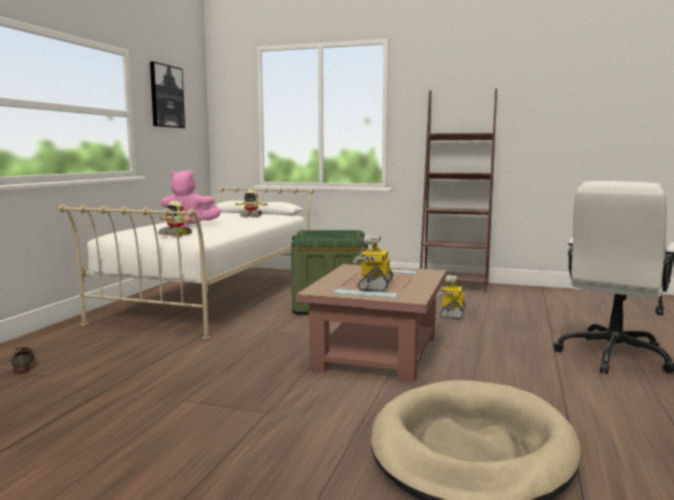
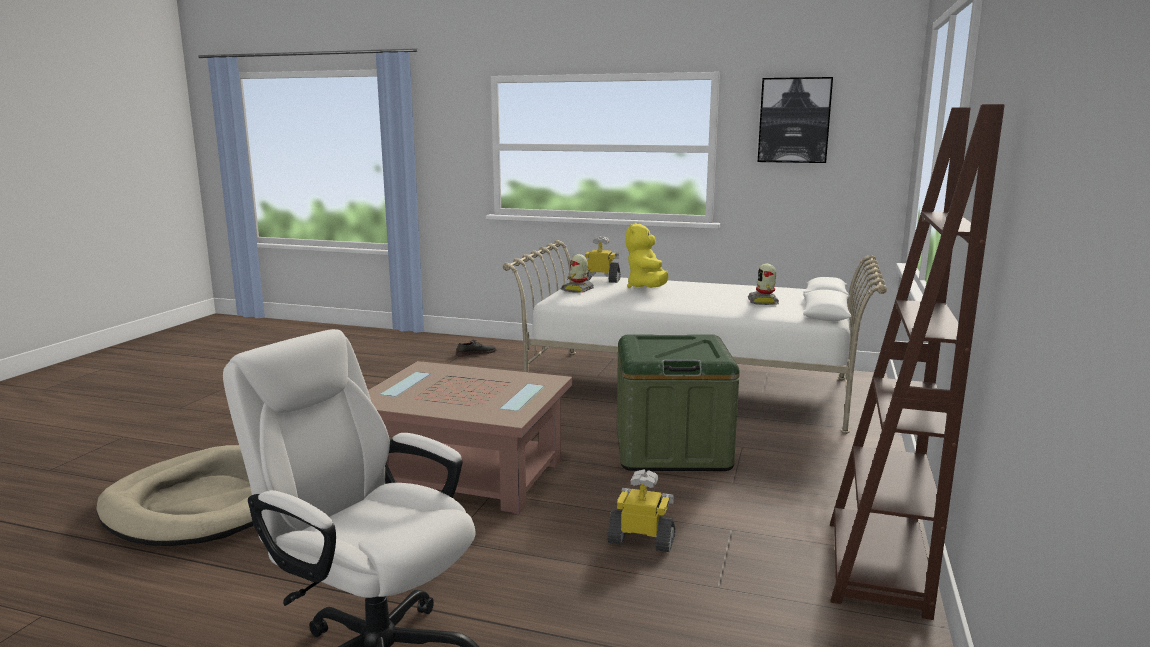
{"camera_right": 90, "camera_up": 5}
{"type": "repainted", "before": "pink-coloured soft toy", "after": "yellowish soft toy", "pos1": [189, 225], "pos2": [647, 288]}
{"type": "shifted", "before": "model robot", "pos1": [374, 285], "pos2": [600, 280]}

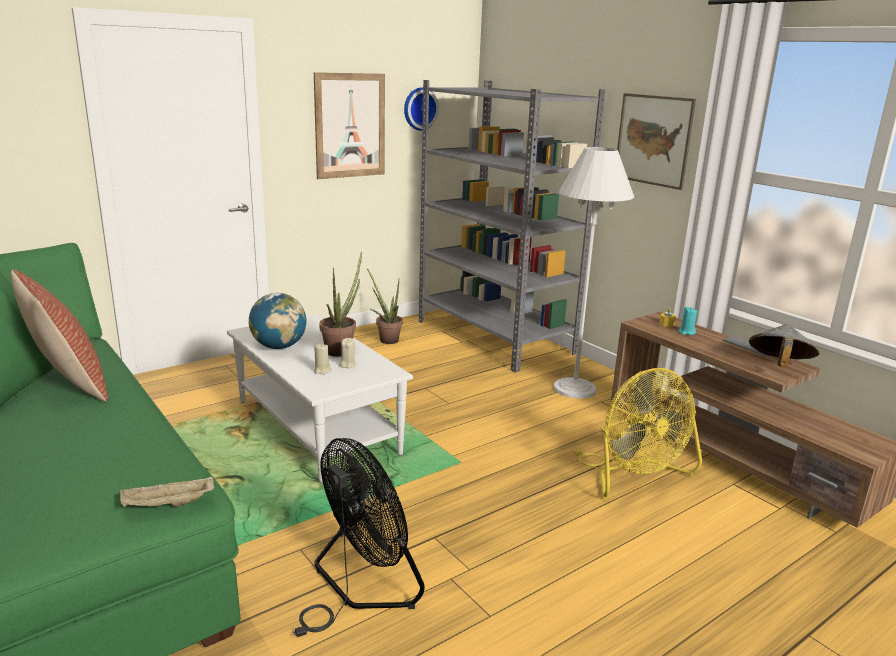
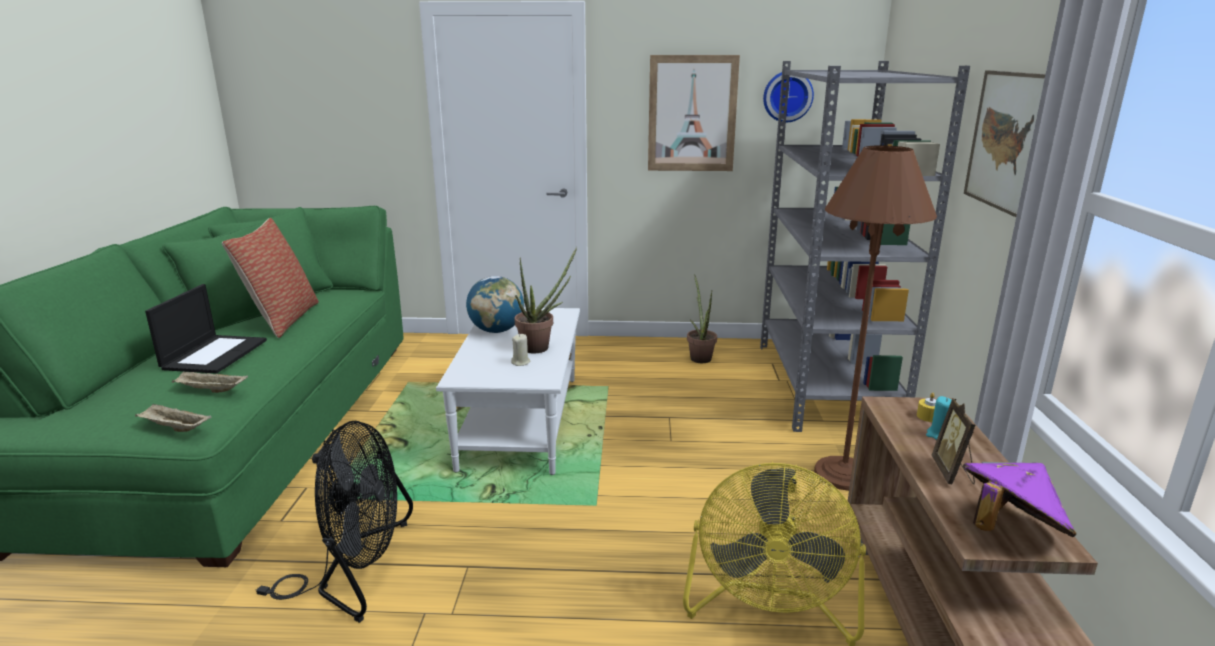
{"camera_right": 40, "camera_up": 0}
{"type": "repainted", "before": "white standard lamp", "after": "brown standard lamp", "pos1": [574, 388], "pos2": [844, 474]}
{"type": "repainted", "before": "grey hat", "after": "purple hat", "pos1": [778, 365], "pos2": [1008, 529]}
{"type": "gone", "before": "sand-coloured wax candle", "pos1": [322, 370]}
{"type": "new", "after": "notebook computer", "pos2": [215, 354]}
{"type": "new", "after": "sand-coloured carrying tray", "pos2": [210, 390]}
{"type": "new", "after": "photo frame", "pos2": [952, 473]}

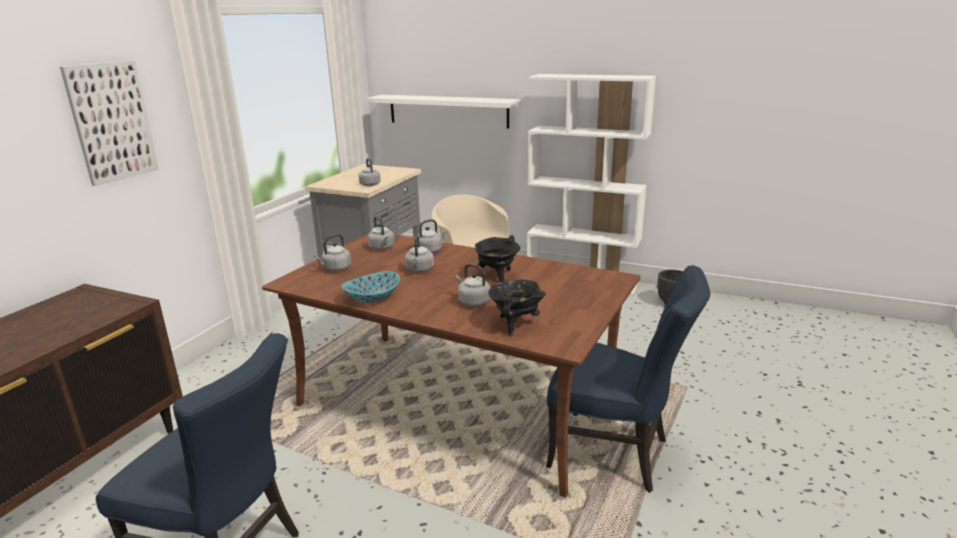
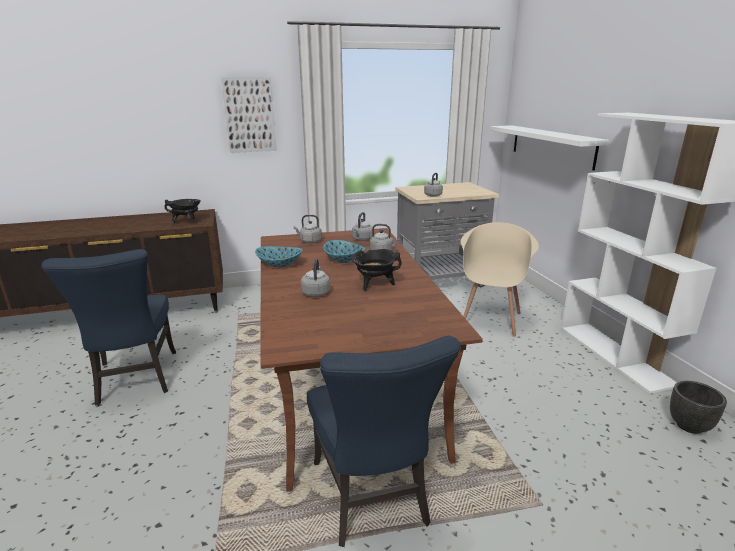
{"camera_right": 50, "camera_up": 0}
{"type": "swapped", "before": "grey water kettle", "after": "deep dish", "pos1": [419, 270], "pos2": [344, 260]}
{"type": "shifted", "before": "blackish stockpot", "pos1": [515, 325], "pos2": [186, 222]}

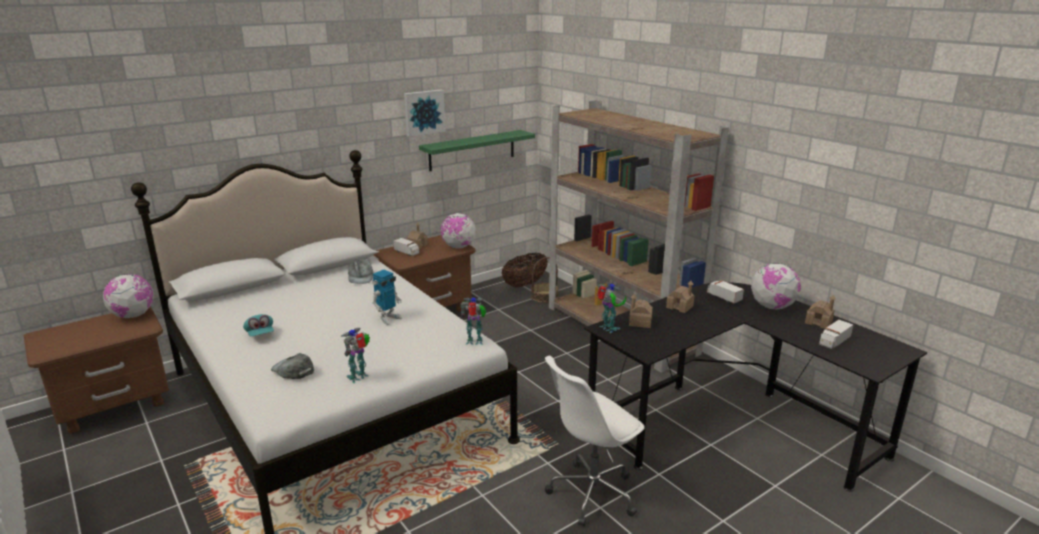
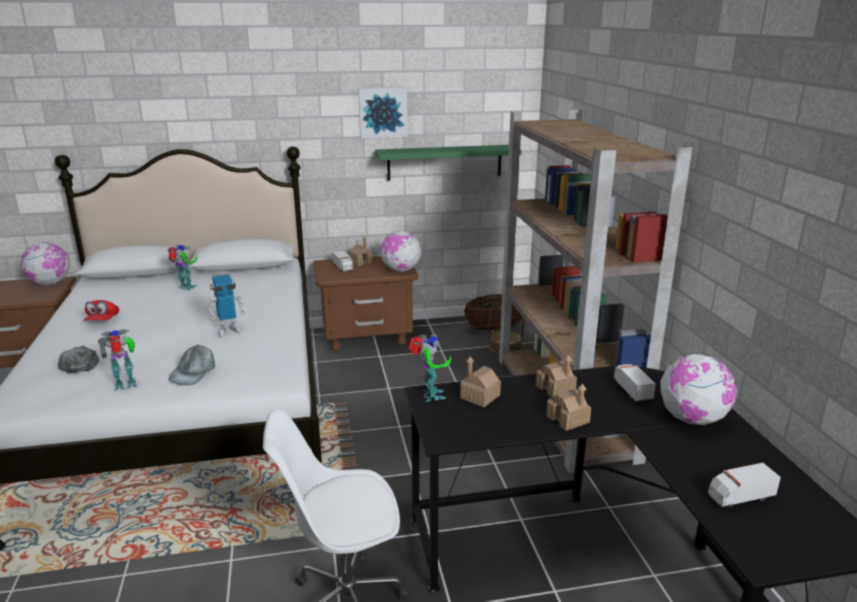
{"camera_right": 25, "camera_up": 0}
{"type": "shifted", "before": "grey cap", "pos1": [360, 276], "pos2": [194, 372]}
{"type": "shifted", "before": "toy house", "pos1": [818, 322], "pos2": [568, 419]}
{"type": "shifted", "before": "model robot", "pos1": [475, 342], "pos2": [186, 288]}
{"type": "repainted", "before": "turquoise-coloured cap", "after": "red cap", "pos1": [260, 334], "pos2": [103, 321]}

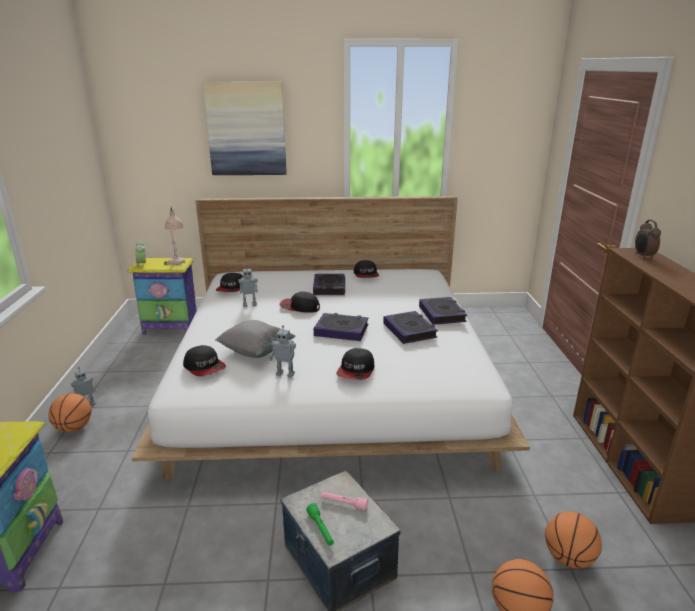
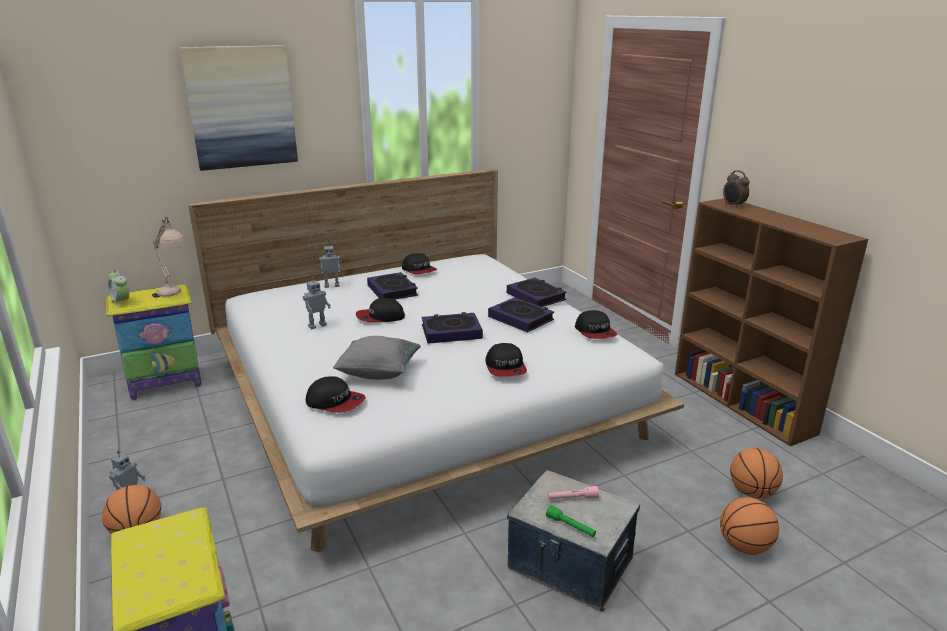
{"camera_right": -25, "camera_up": 0}
{"type": "shifted", "before": "cap", "pos1": [231, 288], "pos2": [595, 332]}
{"type": "shifted", "before": "model robot", "pos1": [285, 374], "pos2": [332, 285]}

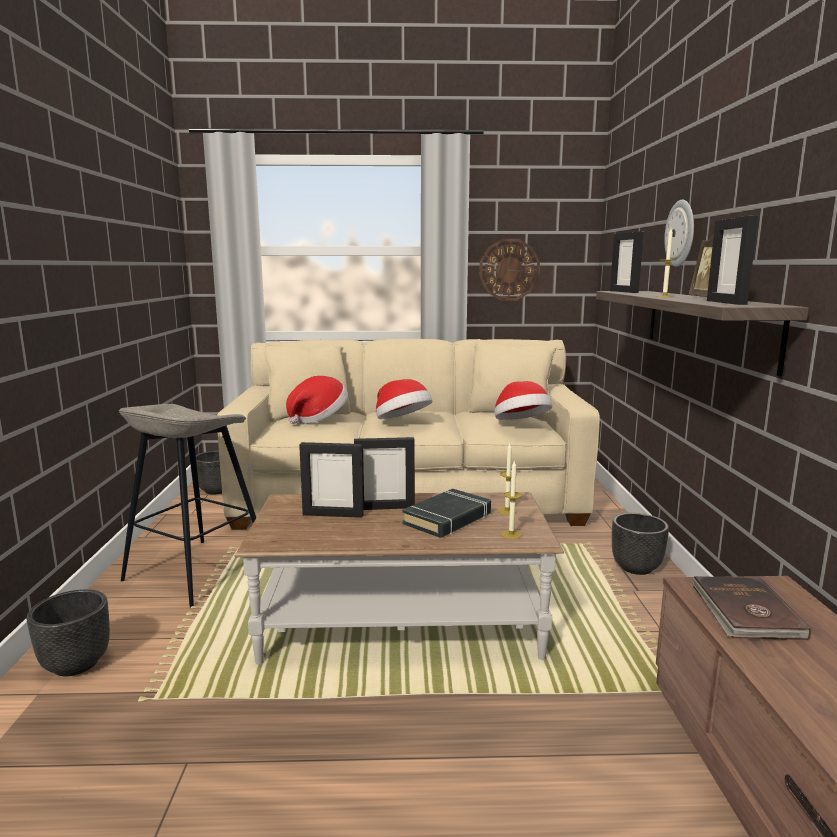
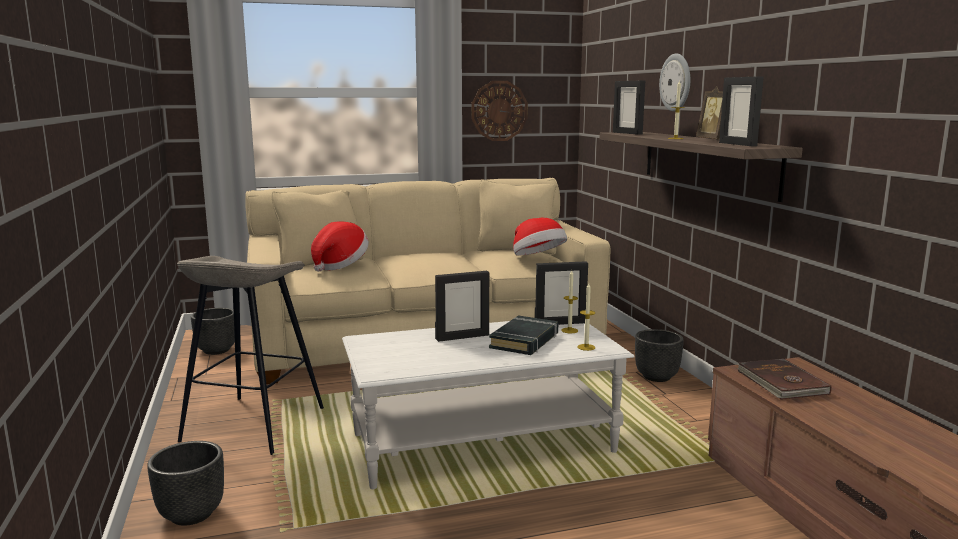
{"camera_right": -15, "camera_up": 0}
{"type": "gone", "before": "hat", "pos1": [402, 422]}
{"type": "shifted", "before": "photo frame", "pos1": [333, 514], "pos2": [560, 323]}
{"type": "repainted", "before": "brown coffee table", "after": "white coffee table", "pos1": [401, 625], "pos2": [483, 443]}

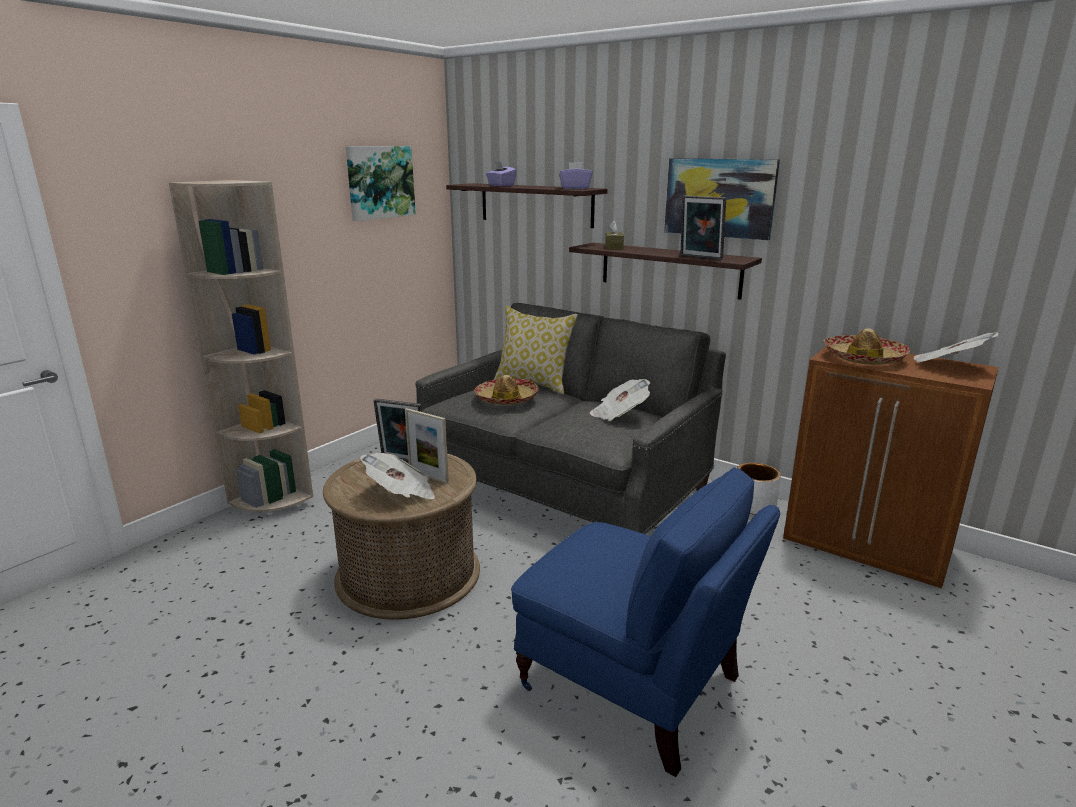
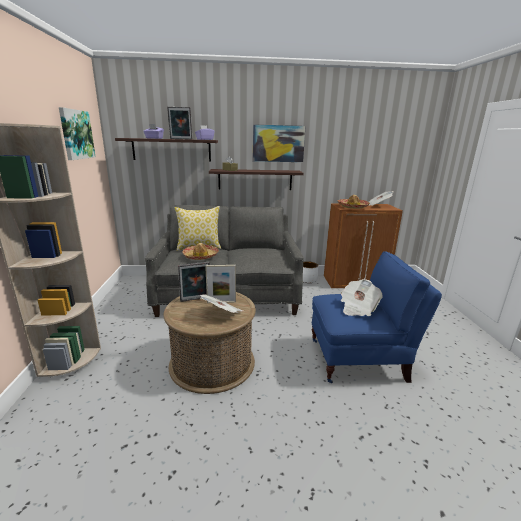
{"camera_right": -40, "camera_up": 0}
{"type": "shifted", "before": "photo frame", "pos1": [700, 257], "pos2": [181, 139]}
{"type": "shifted", "before": "printed paper", "pos1": [619, 414], "pos2": [358, 308]}

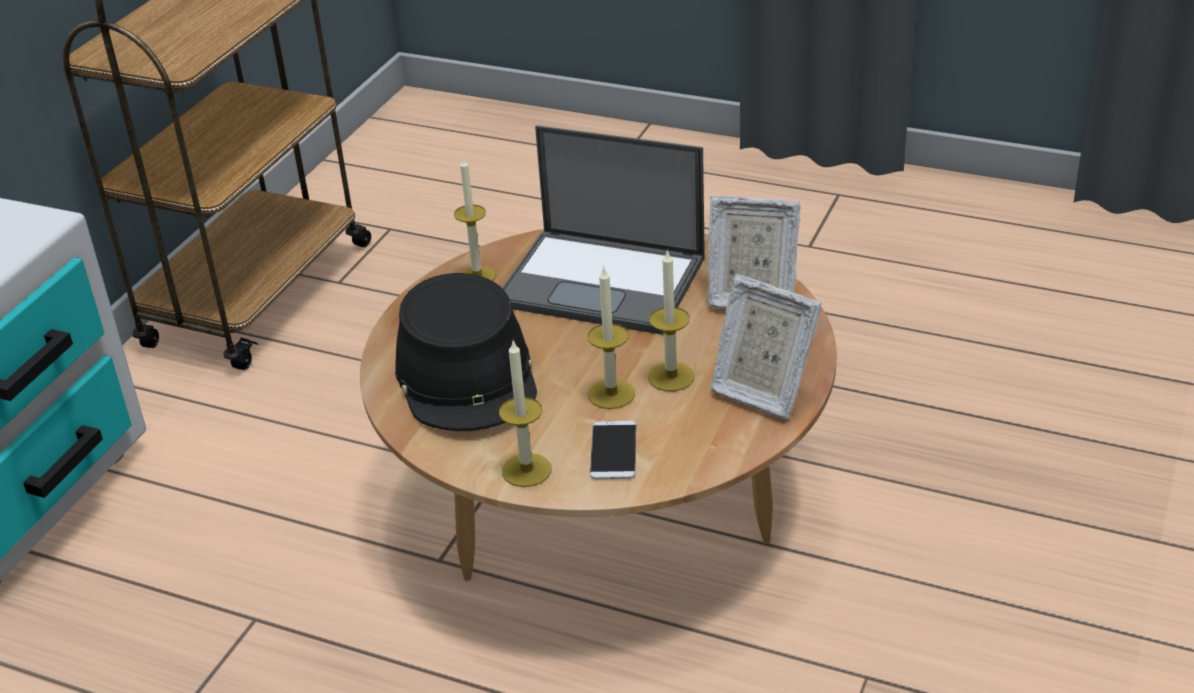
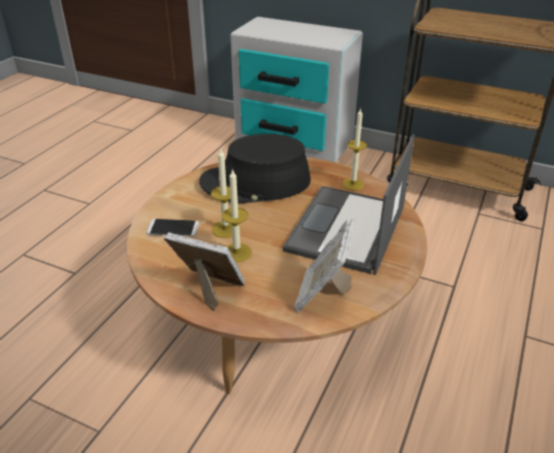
{"camera_right": 90, "camera_up": 0}
{"type": "rotated", "before": "photo frame", "pos1": [761, 391], "pos2": [211, 290], "turn": 75}
{"type": "gone", "before": "wax candle", "pos1": [526, 470]}

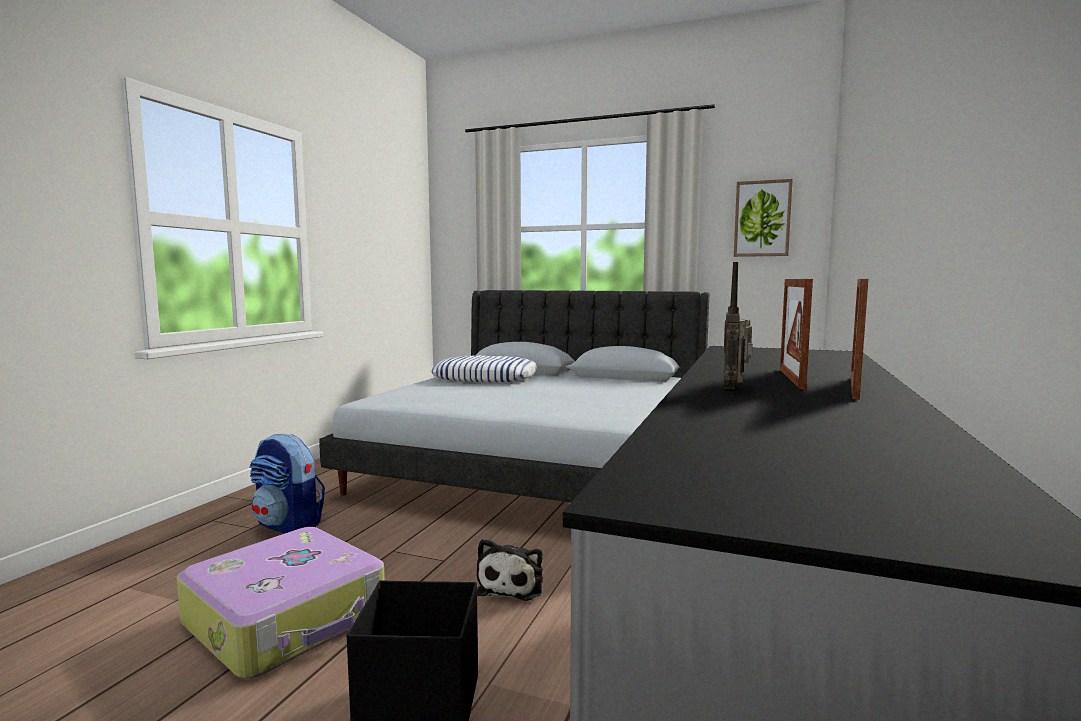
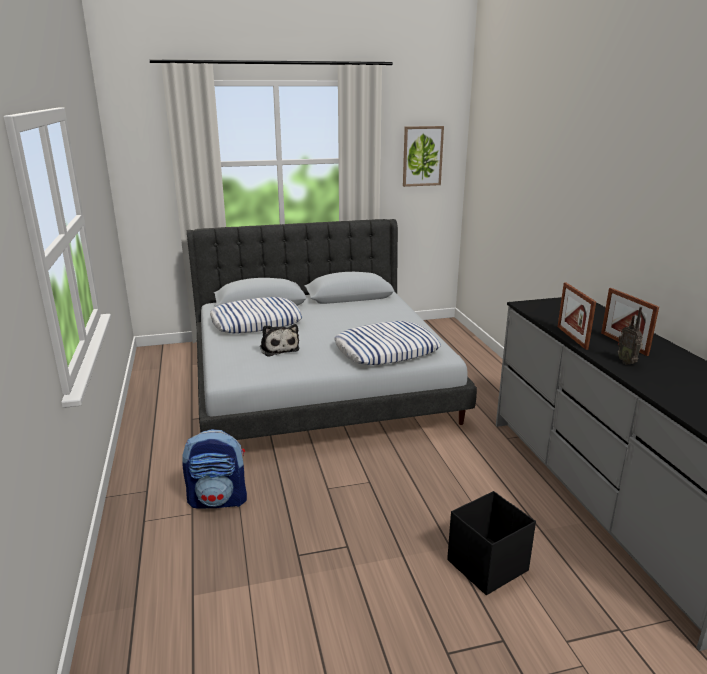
{"camera_right": -35, "camera_up": 15}
{"type": "shifted", "before": "photo frame", "pos1": [854, 387], "pos2": [572, 337]}
{"type": "gone", "before": "piece of luggage", "pos1": [288, 618]}
{"type": "shifted", "before": "soft toy", "pos1": [512, 585], "pos2": [279, 348]}
{"type": "new", "after": "pillow", "pos2": [386, 350]}

